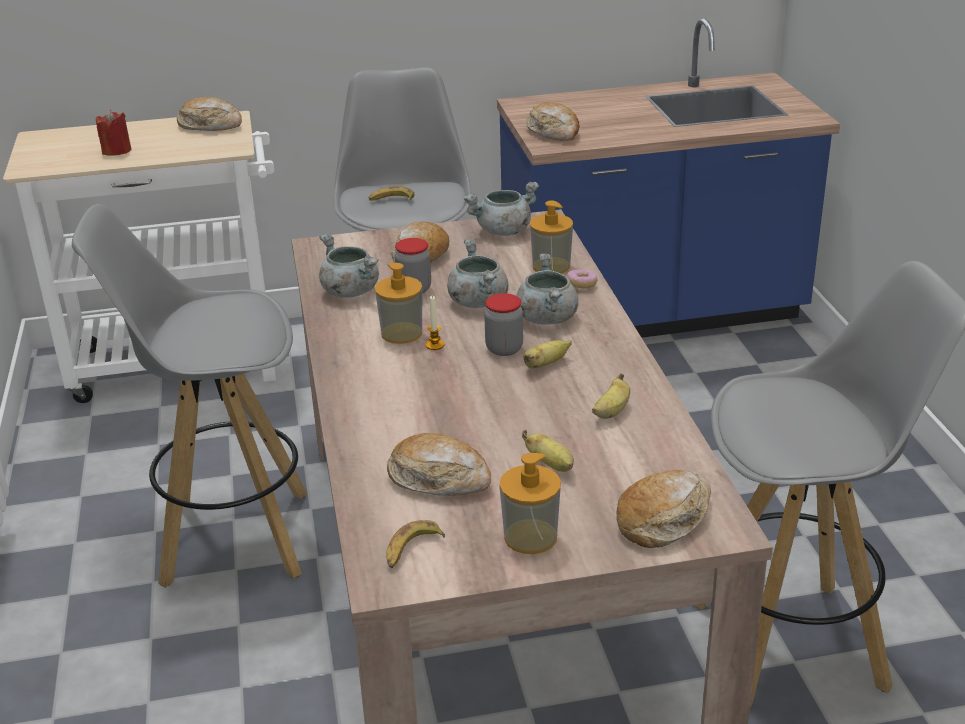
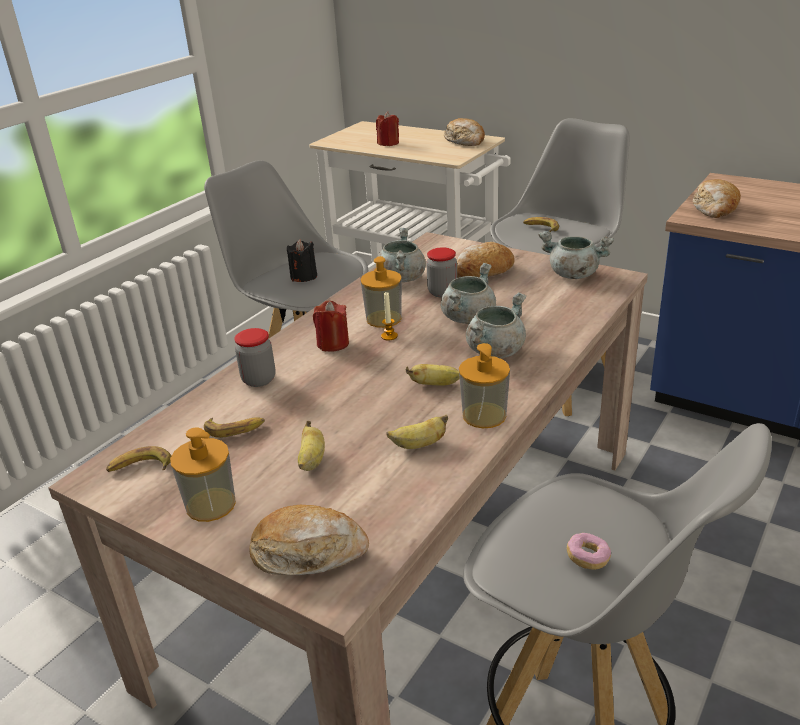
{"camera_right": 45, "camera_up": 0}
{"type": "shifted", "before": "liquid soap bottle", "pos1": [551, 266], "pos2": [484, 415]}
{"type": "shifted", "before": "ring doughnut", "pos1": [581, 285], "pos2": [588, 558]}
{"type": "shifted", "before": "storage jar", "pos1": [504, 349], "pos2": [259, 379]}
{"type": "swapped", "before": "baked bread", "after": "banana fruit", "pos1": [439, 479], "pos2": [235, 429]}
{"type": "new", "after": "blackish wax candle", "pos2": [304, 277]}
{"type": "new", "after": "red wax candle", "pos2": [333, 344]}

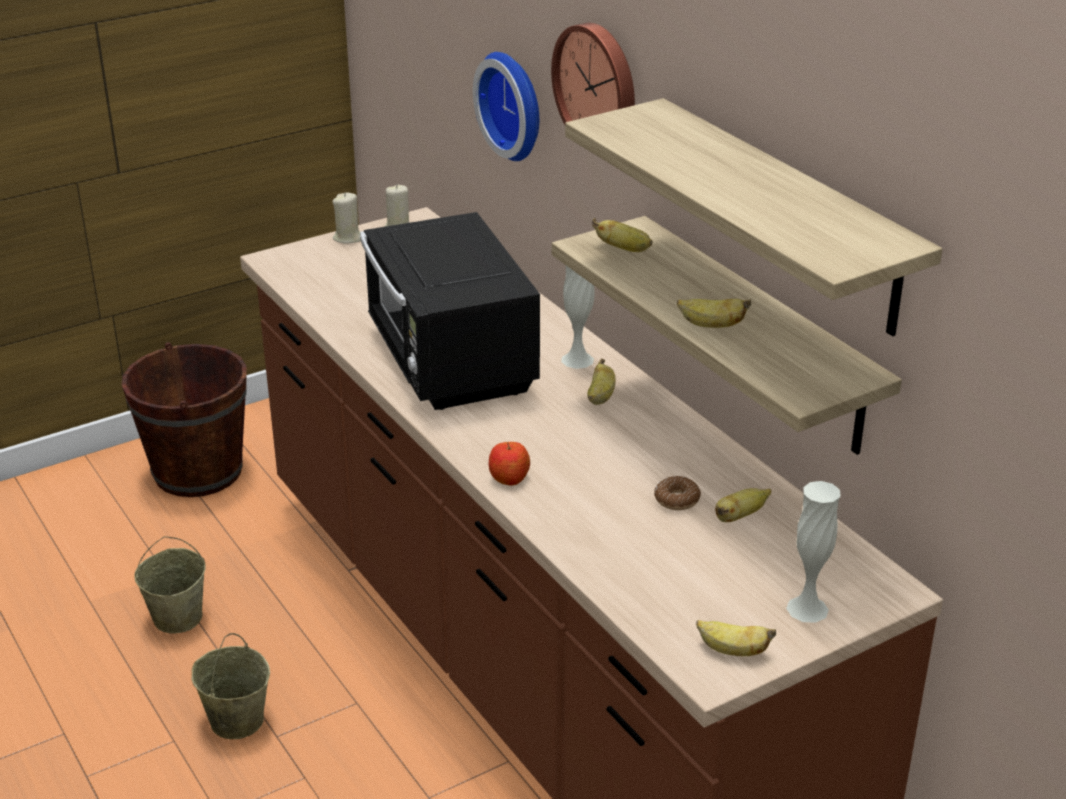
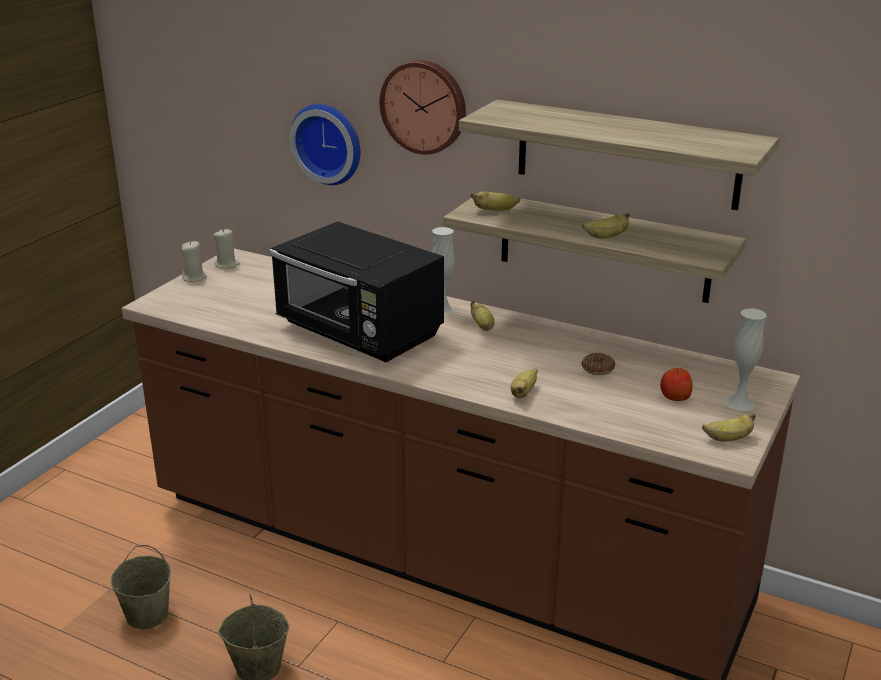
{"camera_right": -30, "camera_up": -5}
{"type": "gone", "before": "brown water bucket", "pos1": [198, 471]}
{"type": "shifted", "before": "apple", "pos1": [509, 478], "pos2": [674, 396]}
{"type": "shifted", "before": "banana fruit", "pos1": [740, 516], "pos2": [523, 393]}

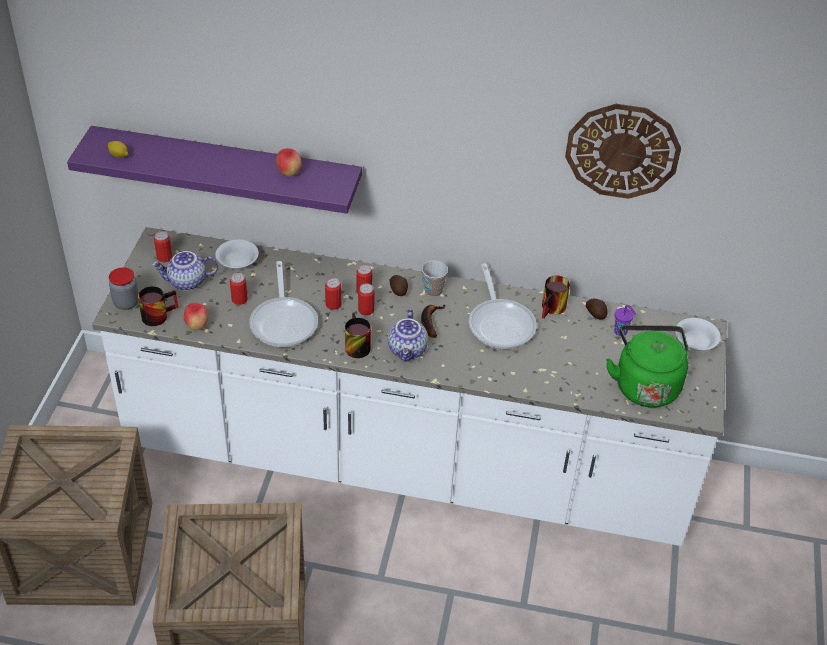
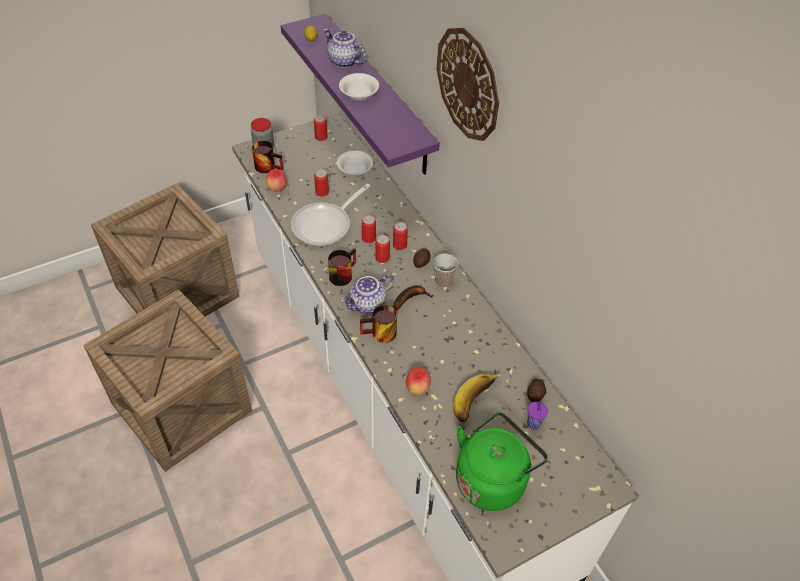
{"camera_right": 50, "camera_up": 5}
{"type": "shifted", "before": "wall clock", "pos1": [622, 150], "pos2": [468, 84]}
{"type": "shifted", "before": "apple", "pos1": [289, 173], "pos2": [417, 389]}
{"type": "shifted", "before": "tea pot", "pos1": [187, 282], "pos2": [343, 61]}
{"type": "gone", "before": "skillet", "pos1": [500, 323]}
{"type": "shifted", "before": "mug", "pos1": [554, 309], "pos2": [380, 335]}
{"type": "shifted", "before": "white deep dish", "pos1": [695, 342], "pos2": [359, 94]}
{"type": "new", "after": "banana fruit", "pos2": [477, 403]}

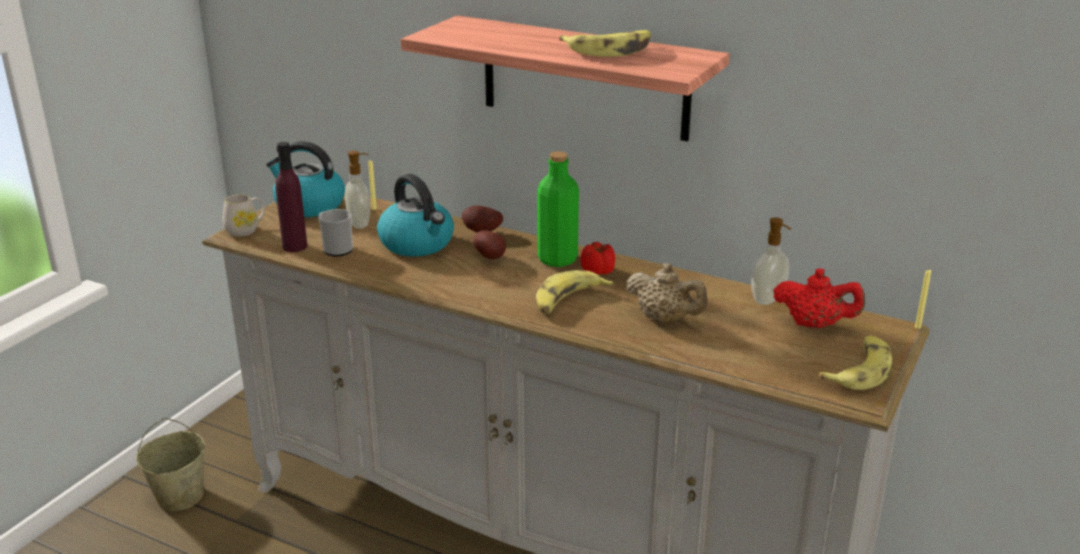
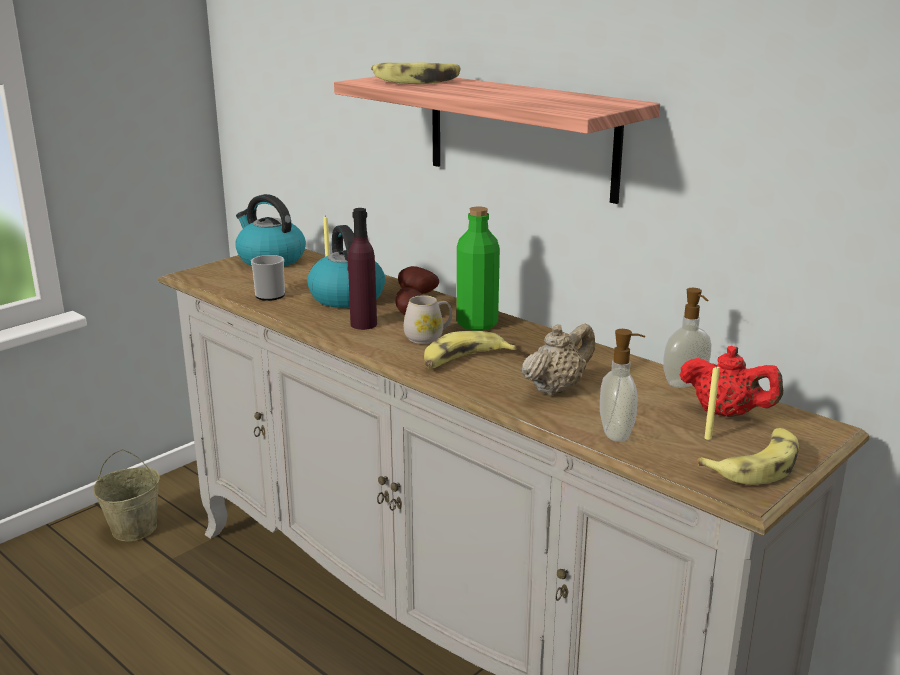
{"camera_right": 15, "camera_up": -5}
{"type": "shifted", "before": "banana fruit", "pos1": [609, 50], "pos2": [416, 81]}
{"type": "shifted", "before": "purple beverage bottle", "pos1": [295, 246], "pos2": [363, 324]}
{"type": "shifted", "before": "liquid soap bottle", "pos1": [360, 223], "pos2": [617, 433]}
{"type": "shifted", "before": "white mug", "pos1": [246, 229], "pos2": [428, 337]}
{"type": "gone", "before": "tomato", "pos1": [598, 272]}
{"type": "rotated", "before": "sand-coloured tea pot", "pos1": [665, 319], "pos2": [556, 388], "turn": -90}
{"type": "shifted", "before": "yellowish wax candle", "pos1": [917, 327], "pos2": [708, 438]}

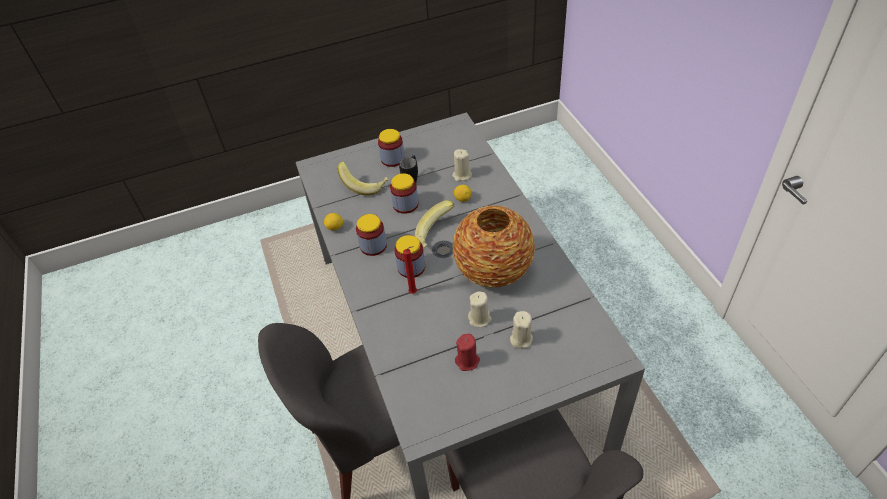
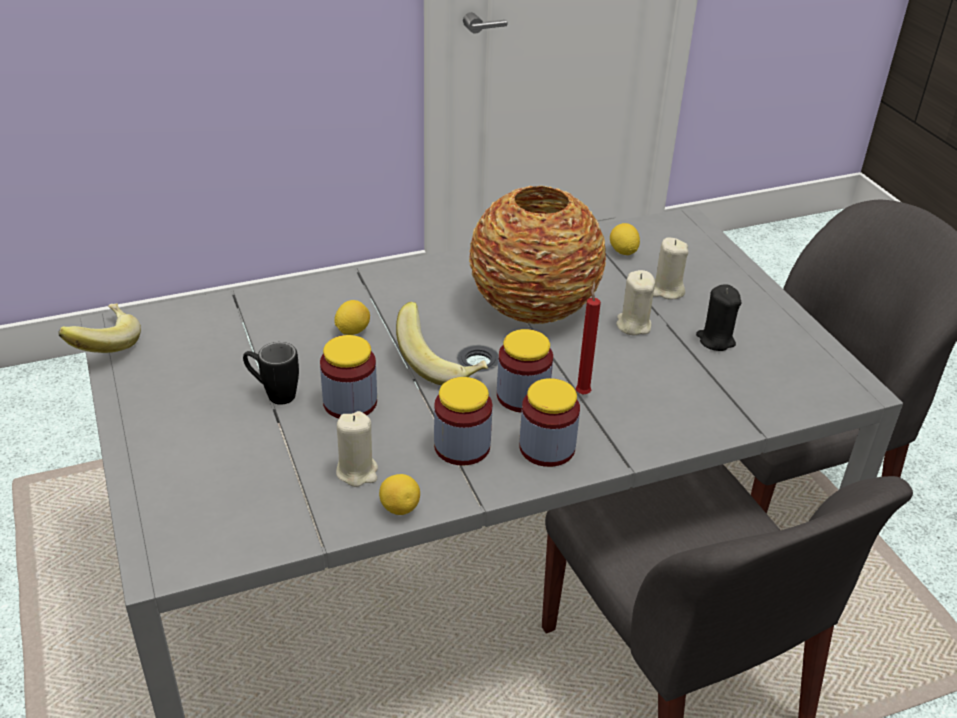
{"camera_right": -95, "camera_up": -10}
{"type": "shifted", "before": "storage jar", "pos1": [392, 159], "pos2": [547, 448]}
{"type": "shifted", "before": "sand-coloured wax candle", "pos1": [462, 175], "pos2": [357, 471]}
{"type": "shifted", "before": "banana fruit", "pos1": [365, 185], "pos2": [103, 345]}
{"type": "repainted", "before": "red wax candle", "after": "blackish wax candle", "pos1": [467, 361], "pos2": [715, 340]}
{"type": "new", "after": "whole lemon", "pos2": [623, 252]}

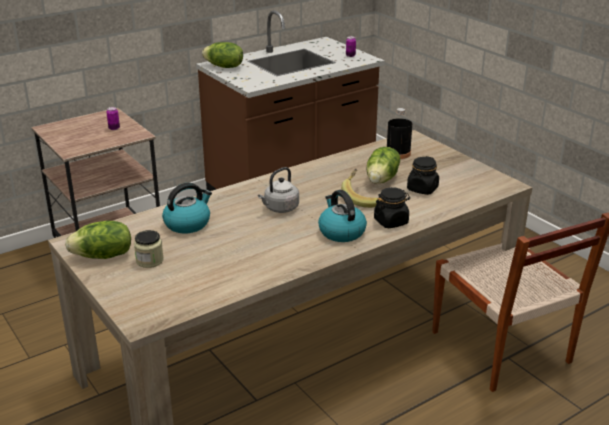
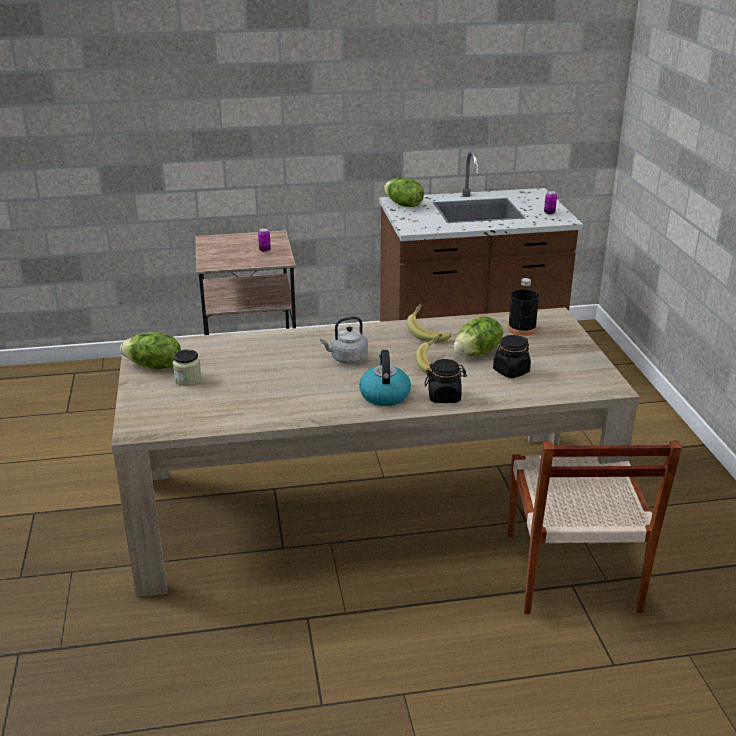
{"camera_right": 25, "camera_up": 0}
{"type": "gone", "before": "water kettle", "pos1": [188, 223]}
{"type": "new", "after": "banana fruit", "pos2": [428, 334]}

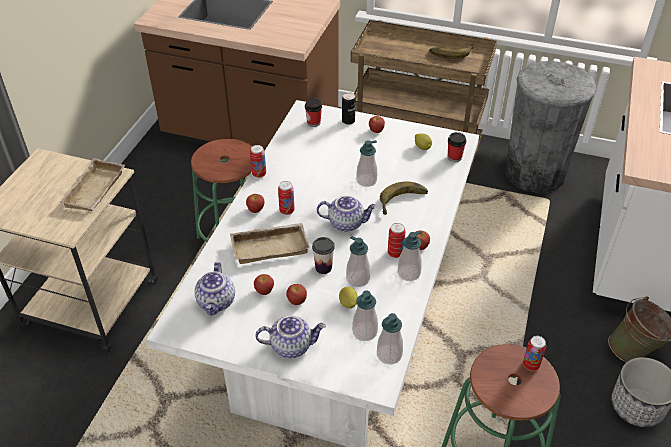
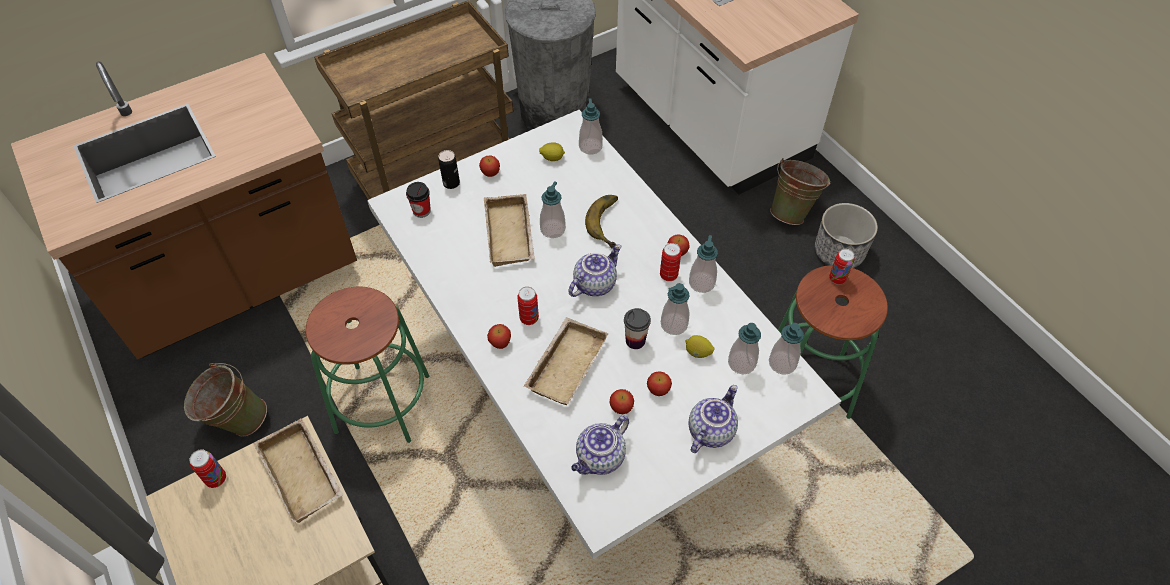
{"camera_right": -50, "camera_up": 10}
{"type": "gone", "before": "banana fruit", "pos1": [450, 52]}
{"type": "swapped", "before": "cup", "after": "liquid soap bottle", "pos1": [454, 157], "pos2": [590, 147]}
{"type": "shifted", "before": "can", "pos1": [259, 174], "pos2": [216, 479]}
{"type": "rotated", "before": "tea pot", "pos1": [216, 303], "pos2": [600, 458], "turn": 90}
{"type": "new", "after": "sand-coloured carrying tray", "pos2": [511, 235]}
{"type": "new", "after": "greenish water bucket", "pos2": [236, 421]}

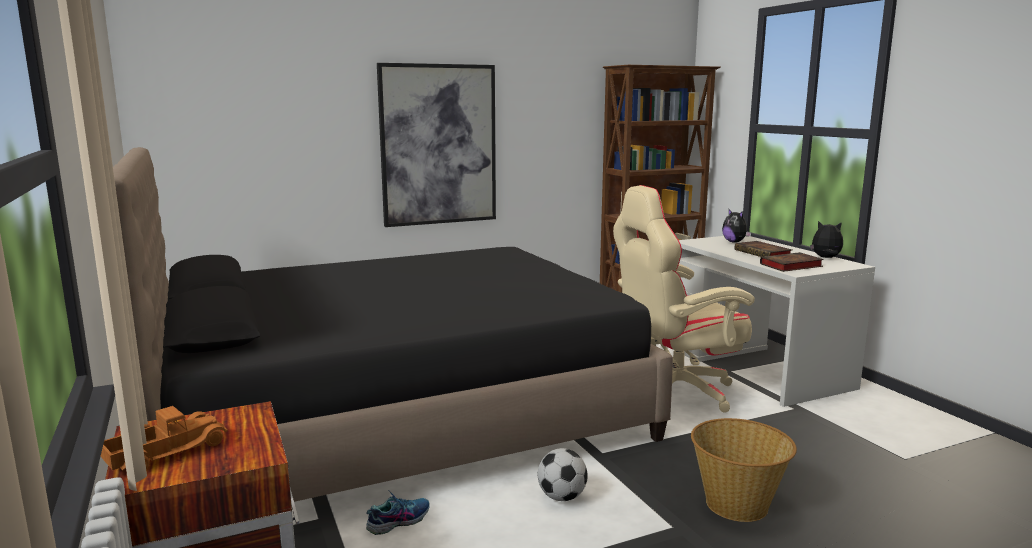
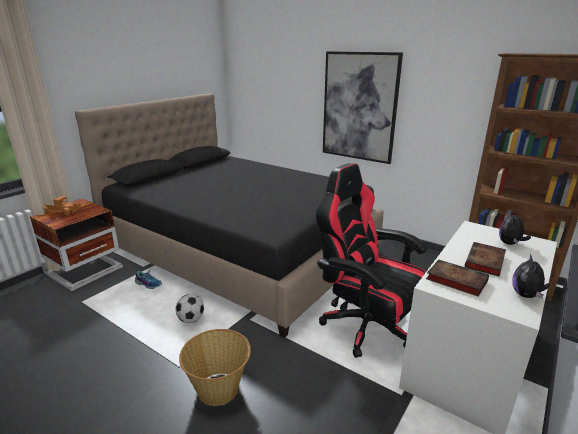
{"camera_right": 60, "camera_up": 10}
{"type": "repainted", "before": "sand-coloured desk chair", "after": "blackish desk chair", "pos1": [676, 391], "pos2": [367, 326]}
{"type": "rotated", "before": "soft toy", "pos1": [826, 258], "pos2": [526, 295], "turn": -150}

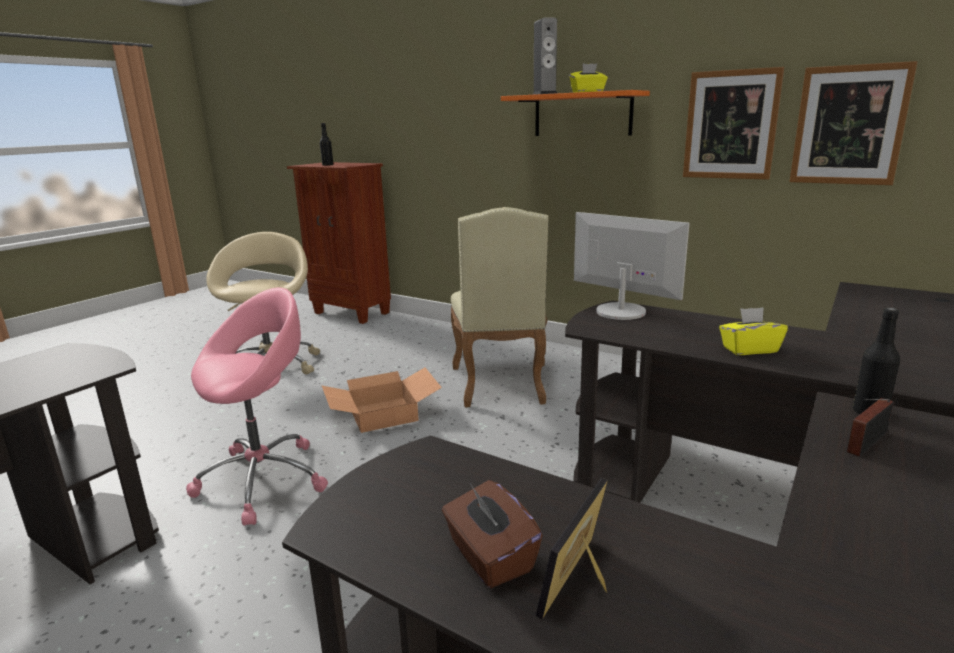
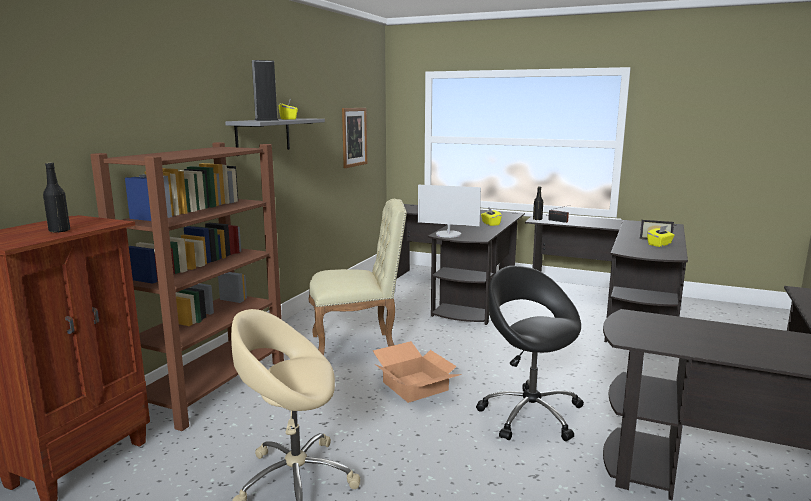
{"camera_right": -100, "camera_up": -5}
{"type": "gone", "before": "wall picture", "pos1": [730, 125]}
{"type": "repainted", "before": "orange bracket shelf", "after": "grey bracket shelf", "pos1": [582, 115], "pos2": [263, 136]}
{"type": "rotated", "before": "computer display", "pos1": [621, 311], "pos2": [448, 234], "turn": -105}
{"type": "repainted", "before": "pink-coloured desk chair", "after": "blackish desk chair", "pos1": [265, 478], "pos2": [529, 414]}
{"type": "repainted", "before": "brown box of tissues", "after": "yellowish box of tissues", "pos1": [489, 557], "pos2": [659, 244]}
{"type": "new", "after": "brown bookshelf", "pos2": [211, 386]}

